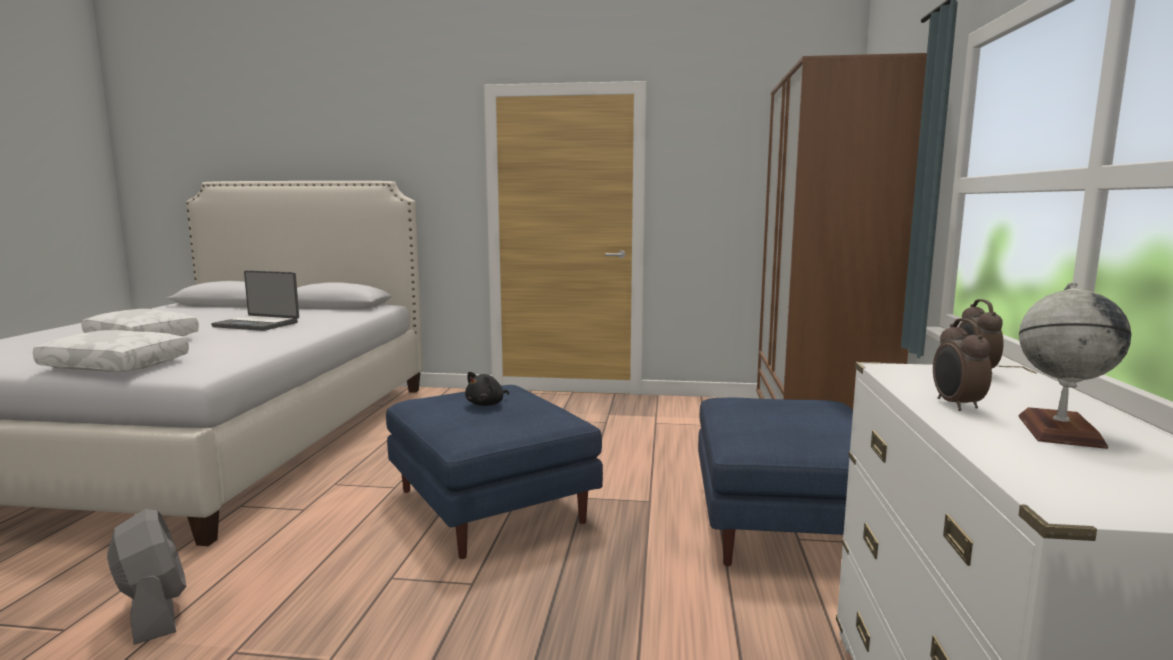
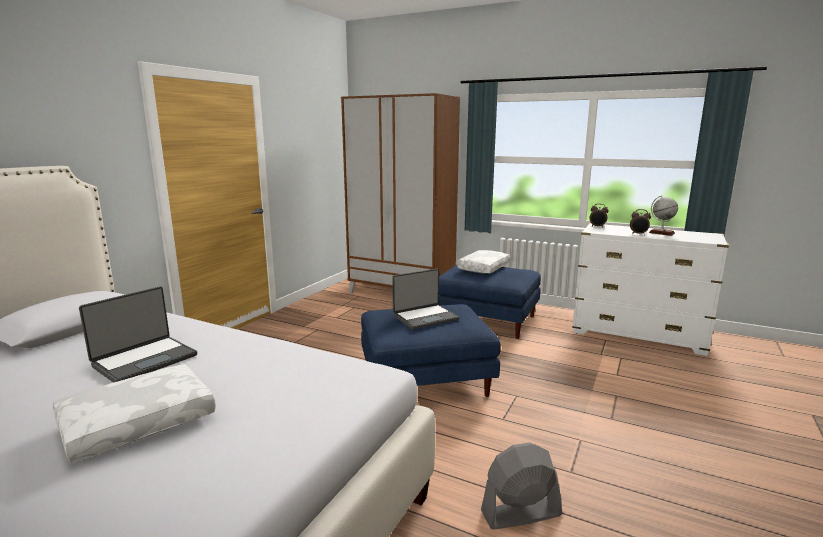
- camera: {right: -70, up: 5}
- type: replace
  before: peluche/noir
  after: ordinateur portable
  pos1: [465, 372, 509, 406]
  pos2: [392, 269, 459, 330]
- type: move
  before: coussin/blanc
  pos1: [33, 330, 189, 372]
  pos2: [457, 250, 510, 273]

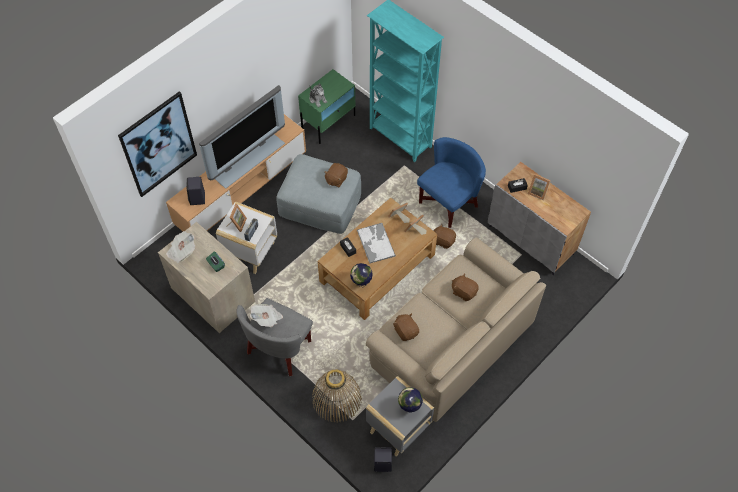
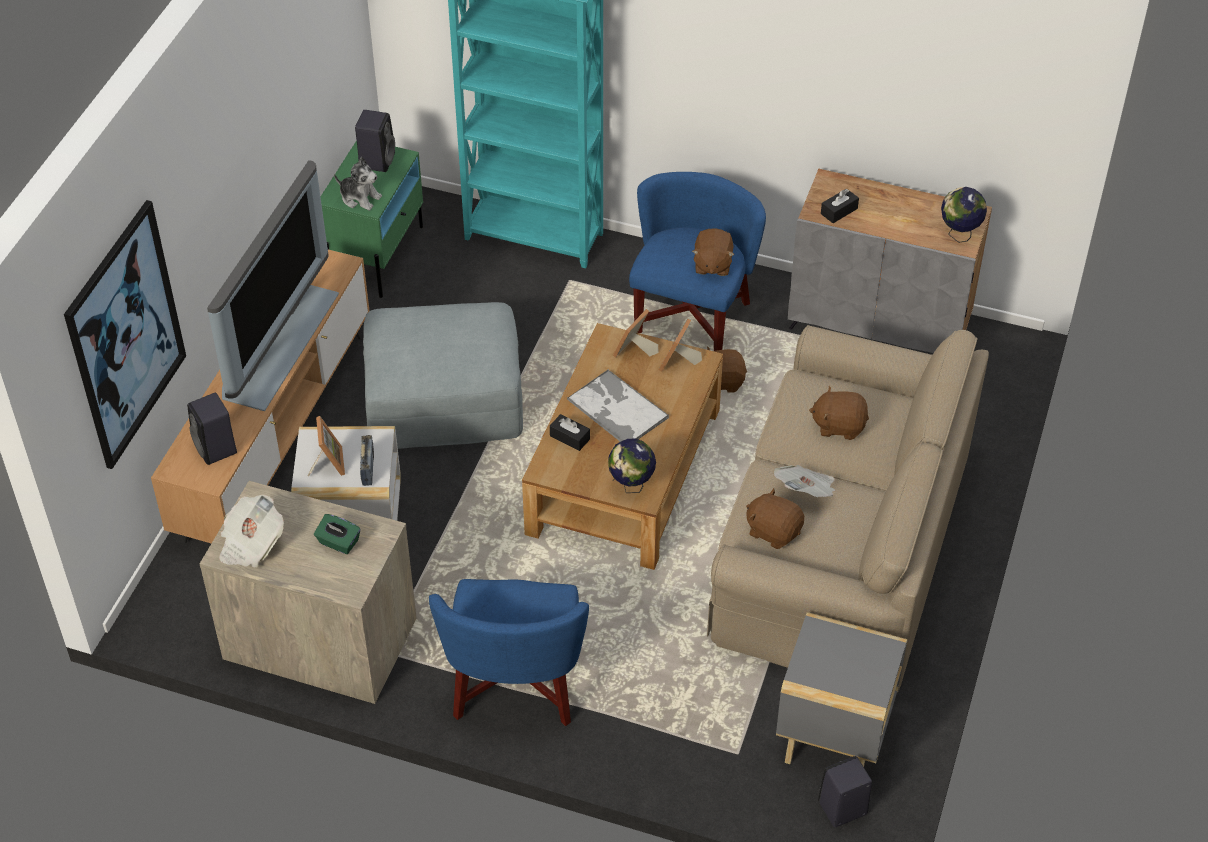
- camera: {right: -25, up: -10}
- type: insert
  after: enceinte/noir
  pos2: [355, 110, 395, 172]
- type: recolor
  before: fauteuil/gris
  after: fauteuil/bleu
  pos1: [236, 298, 313, 376]
  pos2: [429, 579, 589, 726]
- type: move
  before: peluche/marron
  pos1: [324, 163, 348, 187]
  pos2: [692, 228, 734, 276]
- type: move
  before: journal
  pos1: [250, 304, 283, 327]
  pos2: [774, 465, 835, 497]
- type: move
  before: globe
  pos1: [398, 387, 423, 413]
  pos2: [941, 187, 987, 243]
- type: delete
  before: panier
  pos1: [312, 369, 362, 423]
- type: delete
  before: cadre photo
  pos1: [528, 174, 551, 200]

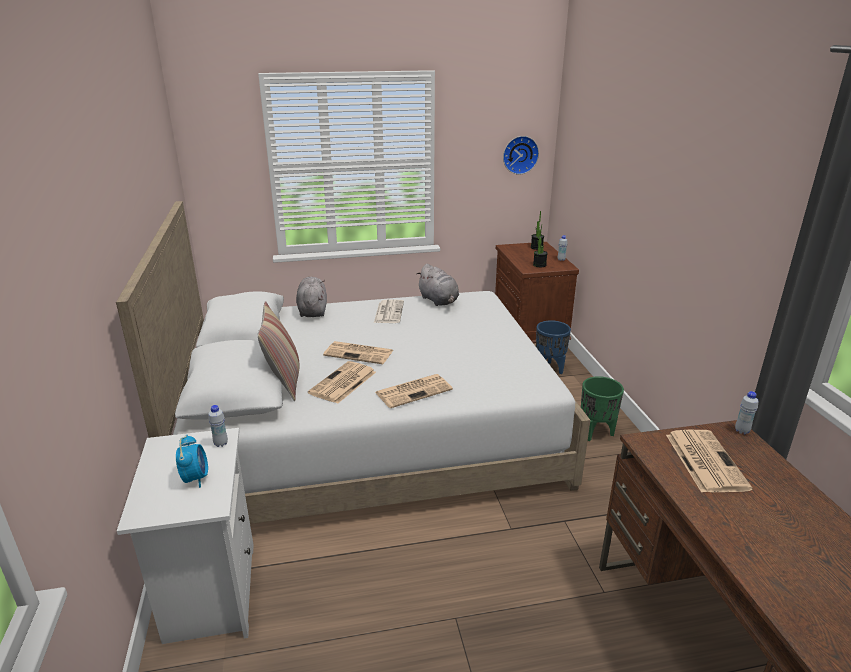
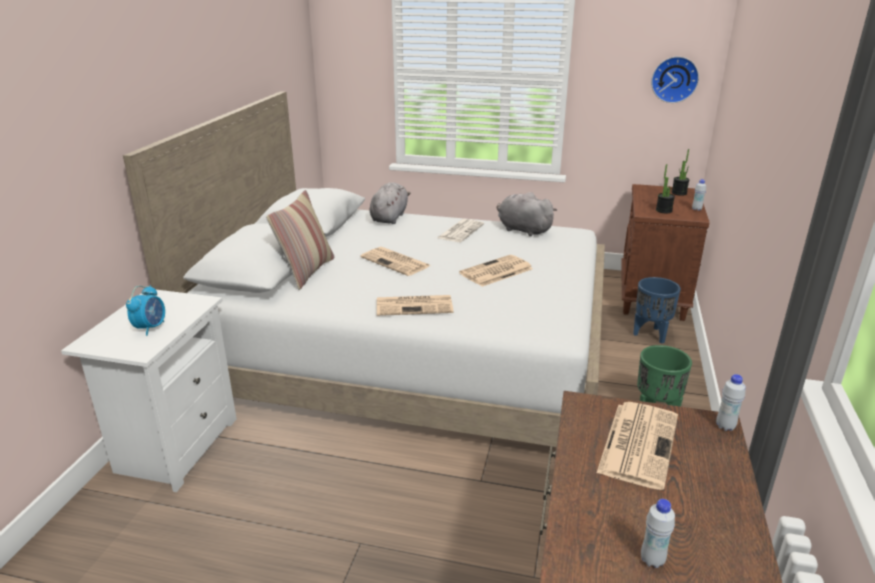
- camera: {right: 25, up: 0}
- type: move
  before: journal
  pos1: [308, 361, 376, 404]
  pos2: [459, 255, 533, 287]
- type: rotate
  before: peluche/gris
  pos1: [417, 264, 459, 306]
  pos2: [497, 192, 557, 236]
  turn: 135
- type: move
  before: bouteille/blanc
  pos1: [208, 405, 228, 447]
  pos2: [641, 499, 675, 568]

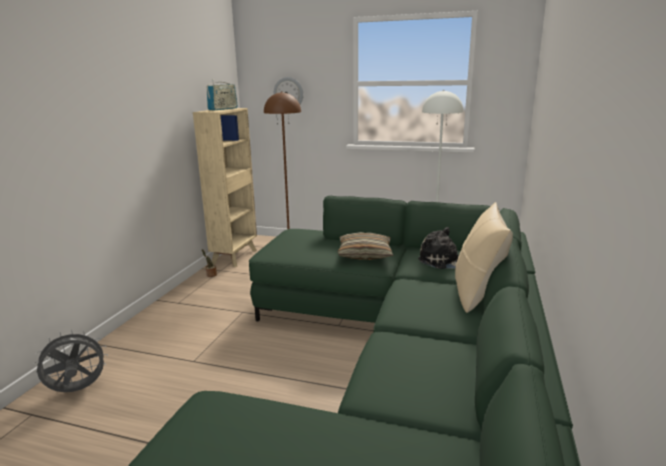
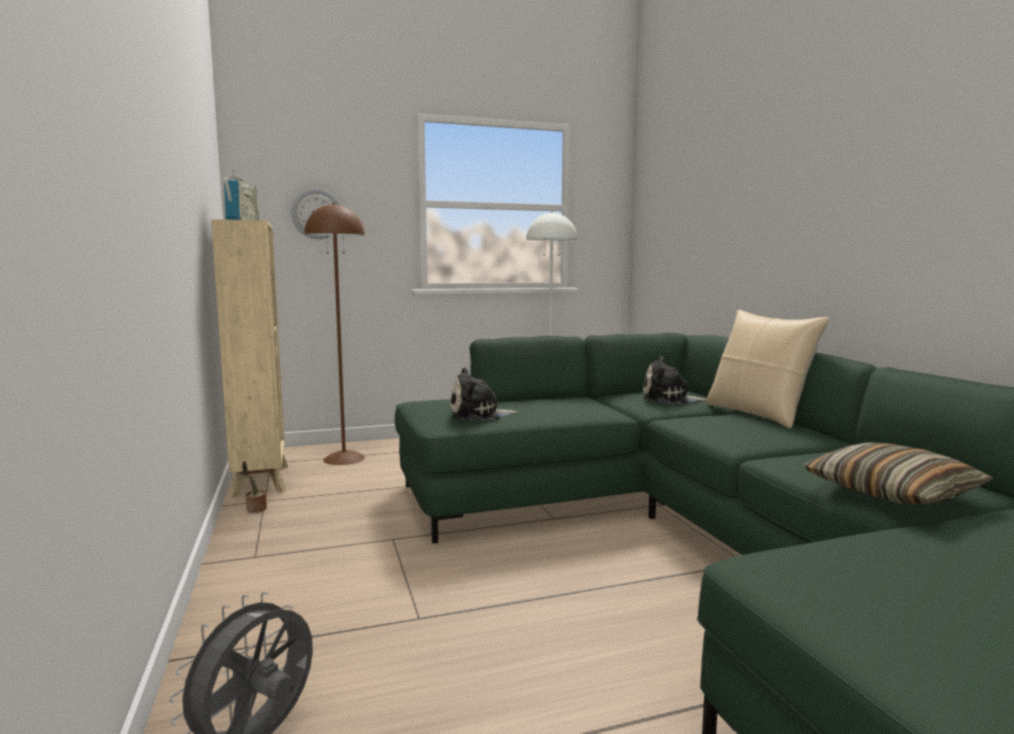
- camera: {right: -35, up: -10}
- type: insert
  after: peluche
  pos2: [450, 367, 518, 421]
- type: move
  before: coussin
  pos1: [338, 232, 394, 260]
  pos2: [804, 443, 994, 505]

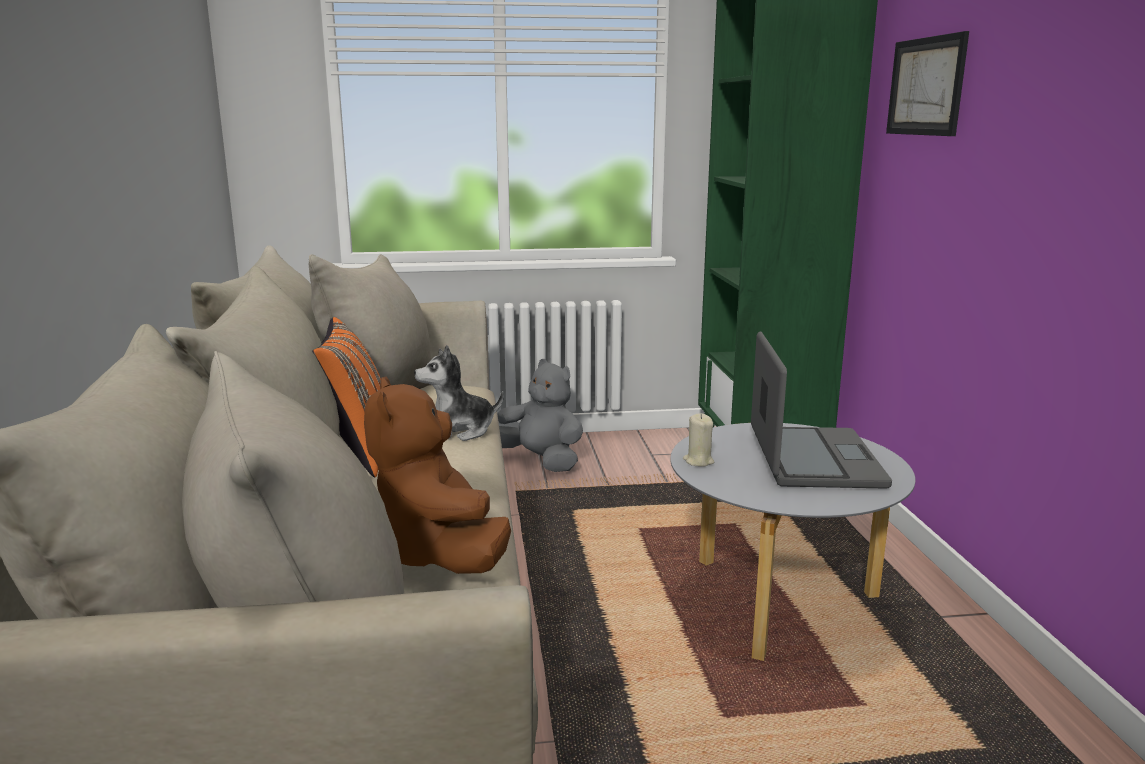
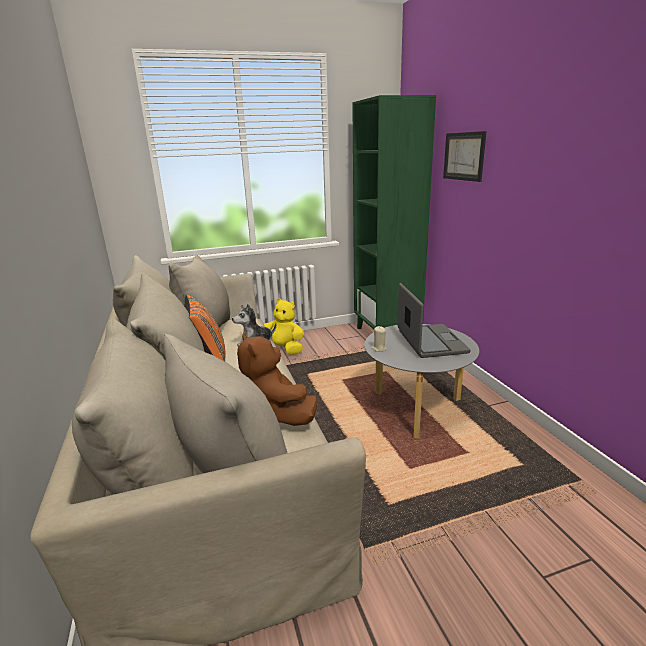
- camera: {right: -10, up: 5}
- type: recolor
  before: peluche/gris
  after: peluche/jaune
  pos1: [497, 359, 583, 472]
  pos2: [264, 298, 304, 355]

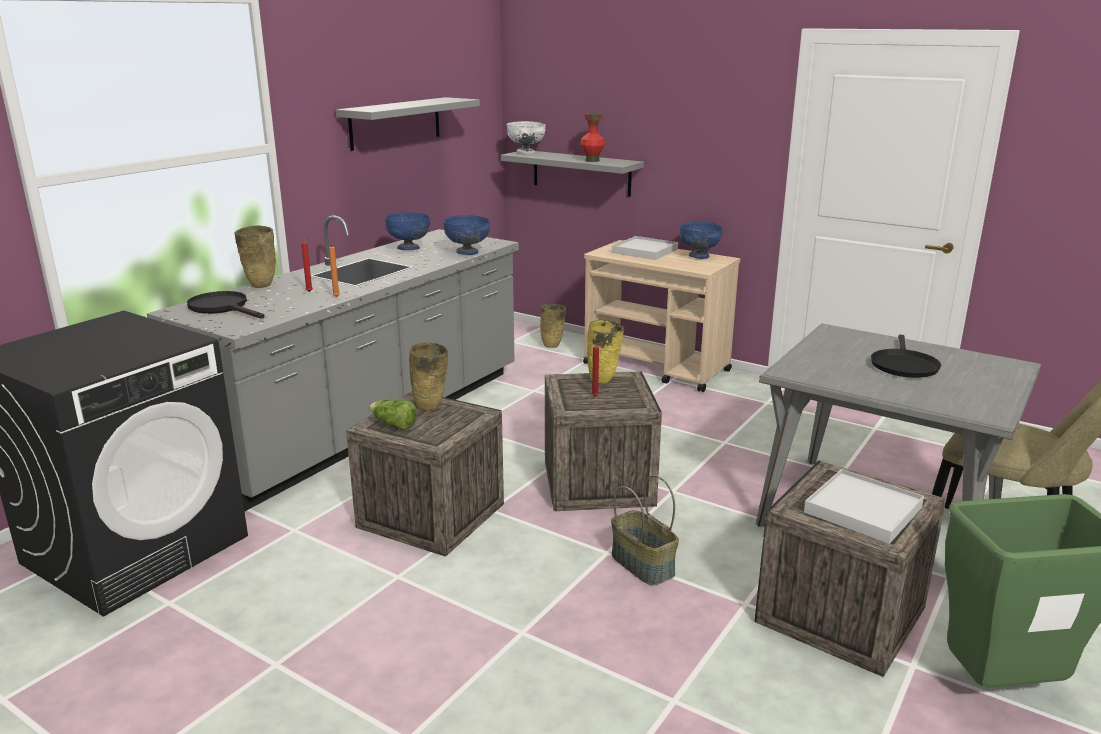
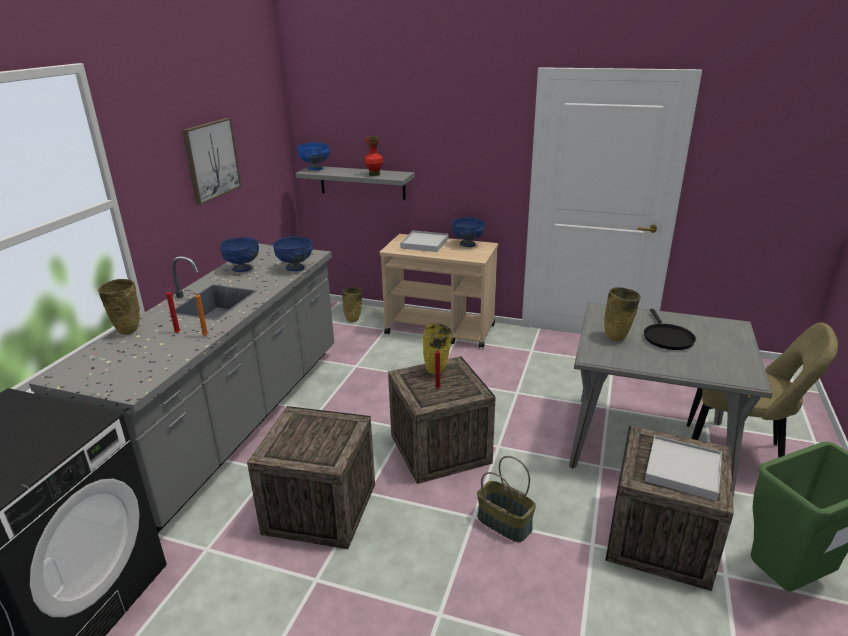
- camera: {right: -15, up: 5}
- type: replace
  before: étagère/gris
  after: tableau
  pos1: [336, 97, 480, 151]
  pos2: [182, 118, 242, 205]
- type: recolor
  before: bol/blanc
  after: bol/bleu
  pos1: [507, 121, 546, 154]
  pos2: [297, 143, 329, 170]
- type: move
  before: vase/beige
  pos1: [409, 342, 448, 411]
  pos2: [604, 287, 641, 341]
- type: delete
  before: poêle/noir
  pos1: [187, 291, 265, 319]
- type: delete
  before: laitue
  pos1: [369, 399, 417, 430]

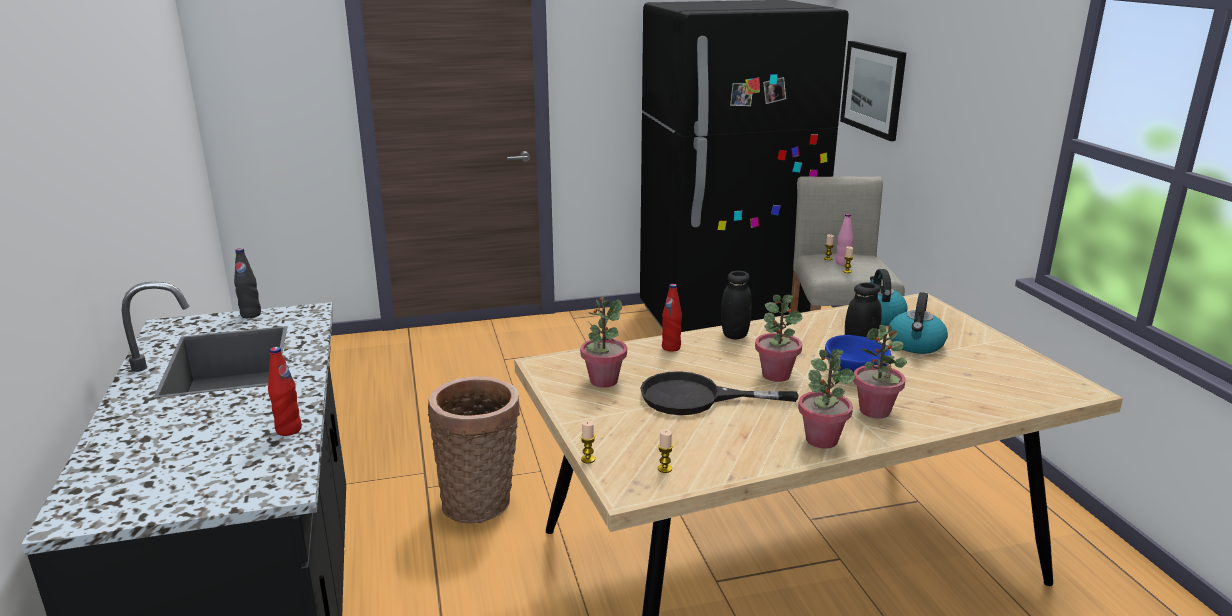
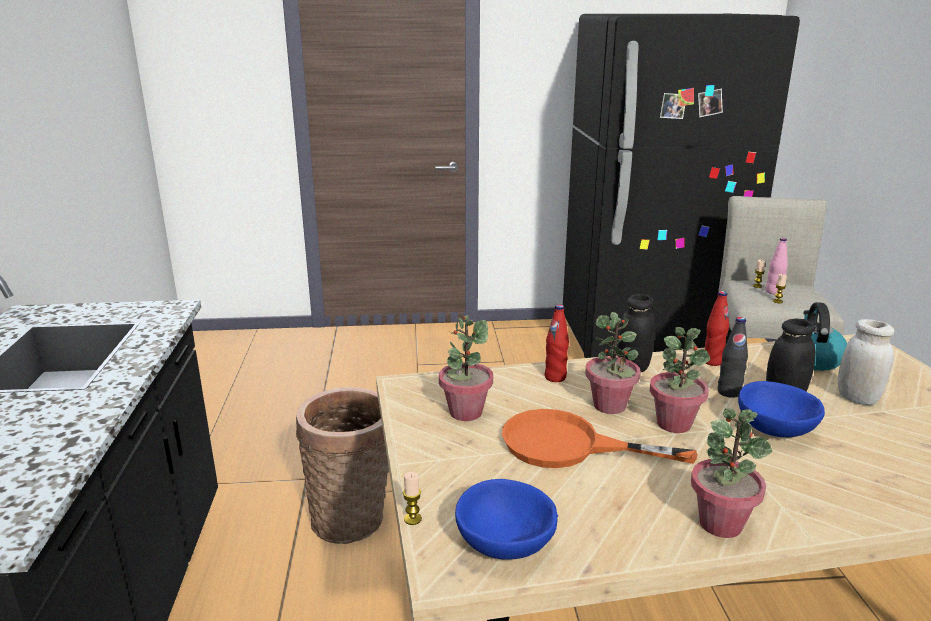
- camera: {right: 10, up: 0}
- type: replace
  before: bougie
  after: bol/bleu
  pos1: [658, 429, 673, 473]
  pos2: [455, 479, 558, 560]
- type: recolor
  before: poêle/noir
  after: poêle/orange
  pos1: [640, 371, 798, 415]
  pos2: [502, 409, 698, 468]
- type: move
  before: plante en pot
  pos1: [853, 325, 907, 419]
  pos2: [585, 312, 641, 414]
- type: move
  before: bouteille/rouge
  pos1: [268, 347, 302, 436]
  pos2: [704, 291, 729, 366]
- type: move
  before: bouteille/noir
  pos1: [234, 248, 261, 318]
  pos2: [718, 317, 748, 398]
- type: replace
  before: bouilloire
  after: bocal/blanc
  pos1: [888, 292, 948, 354]
  pos2: [838, 319, 894, 405]
- type: delete
  before: tableau
  pos1: [840, 41, 906, 141]

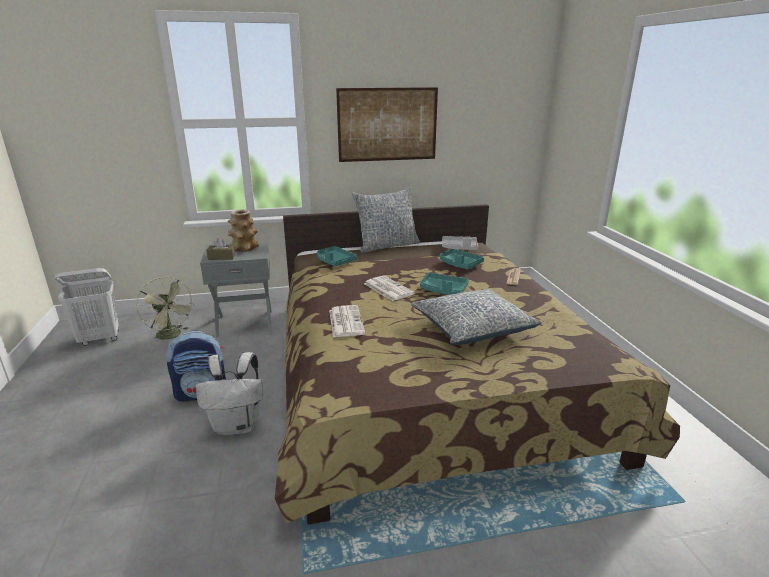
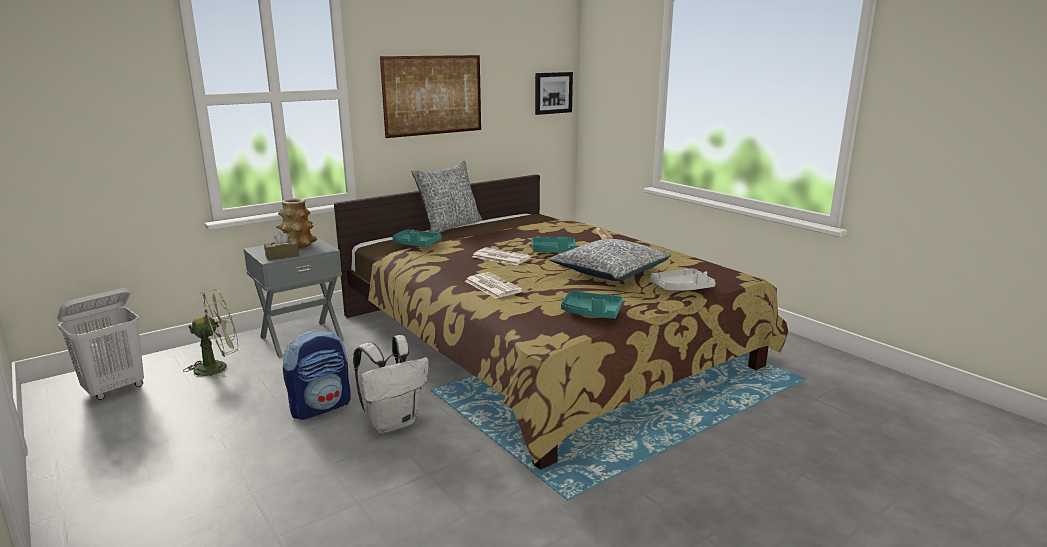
- camera: {right: -25, up: -5}
- type: rotate
  before: ventilateur/vert
  pos1: [136, 277, 194, 345]
  pos2: [183, 289, 238, 378]
  turn: -45
- type: insert
  after: tableau
  pos2: [535, 72, 573, 115]
- type: move
  before: plateau/turquoise
  pos1: [440, 249, 484, 270]
  pos2: [561, 291, 623, 319]
- type: move
  before: plateau/gris
  pos1: [442, 236, 478, 250]
  pos2: [650, 269, 716, 291]

